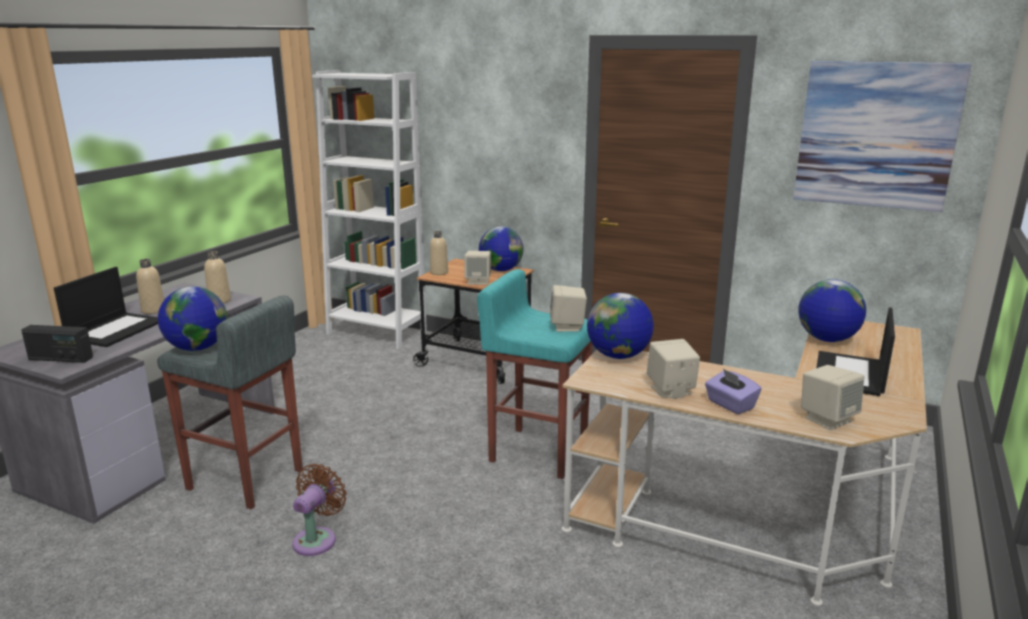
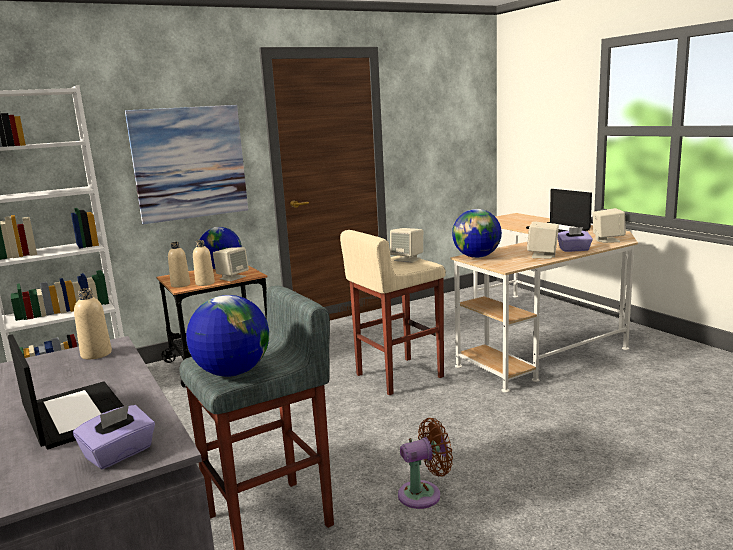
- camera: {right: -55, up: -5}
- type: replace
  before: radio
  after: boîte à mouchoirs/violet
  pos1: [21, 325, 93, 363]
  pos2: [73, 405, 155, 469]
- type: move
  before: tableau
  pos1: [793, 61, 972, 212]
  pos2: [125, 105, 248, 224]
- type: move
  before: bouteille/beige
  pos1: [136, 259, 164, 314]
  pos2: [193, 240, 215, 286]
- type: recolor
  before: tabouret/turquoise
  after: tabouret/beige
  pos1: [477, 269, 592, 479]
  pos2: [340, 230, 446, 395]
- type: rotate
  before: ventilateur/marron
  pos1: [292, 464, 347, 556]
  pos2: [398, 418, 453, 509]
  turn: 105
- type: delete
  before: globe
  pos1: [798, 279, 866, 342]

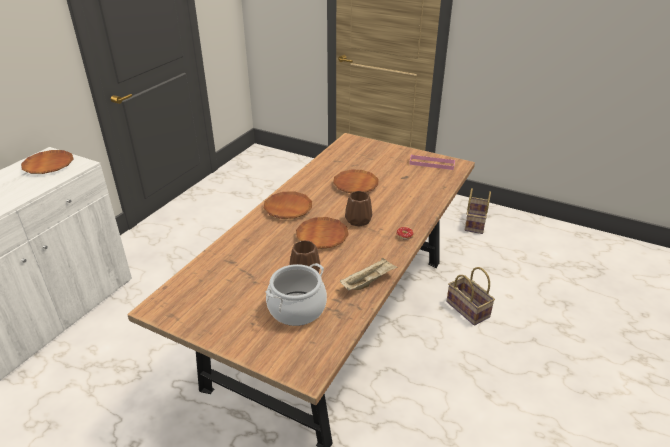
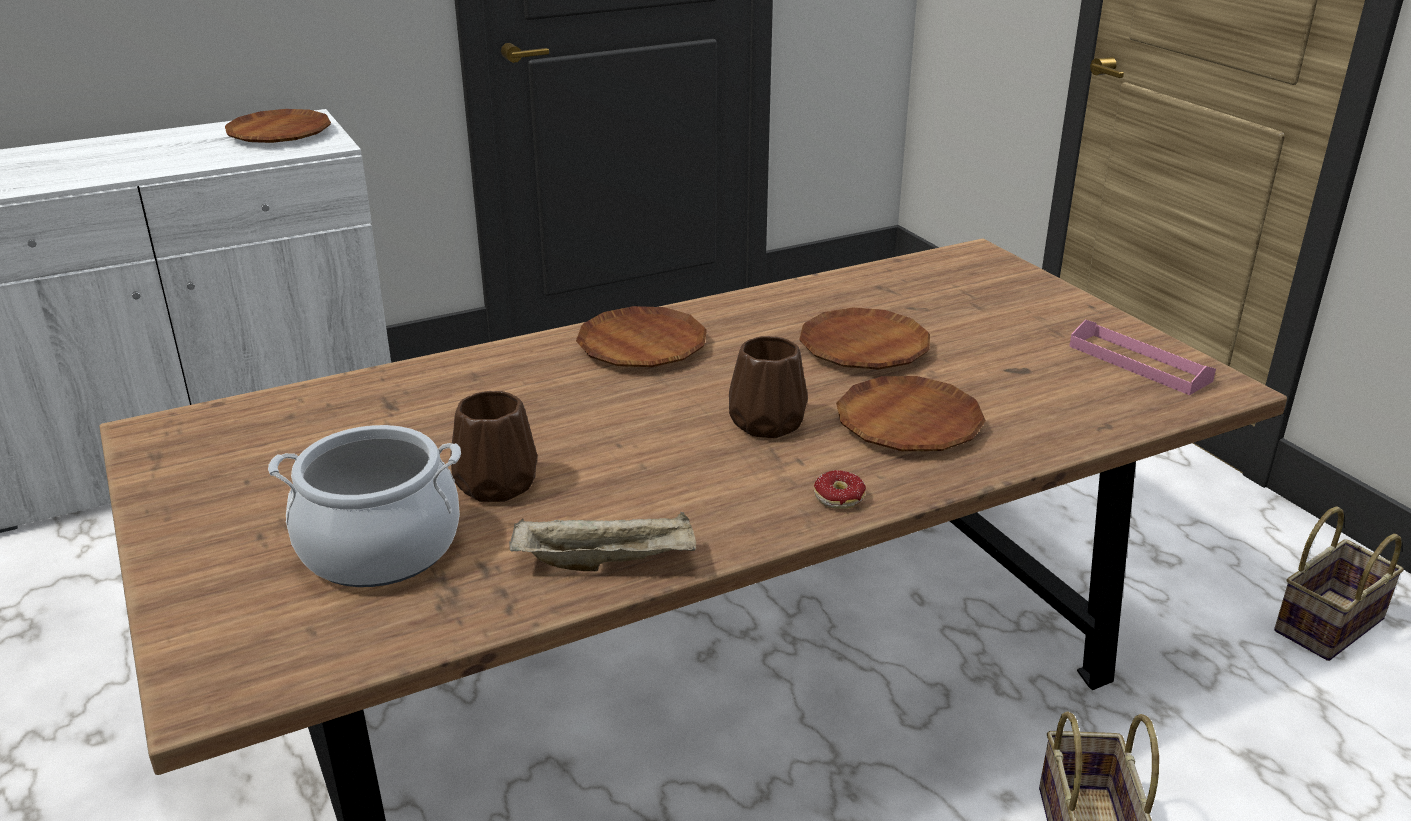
- camera: {right: 35, up: -5}
- type: move
  before: assiette/marron
  pos1: [296, 217, 349, 249]
  pos2: [836, 376, 986, 451]

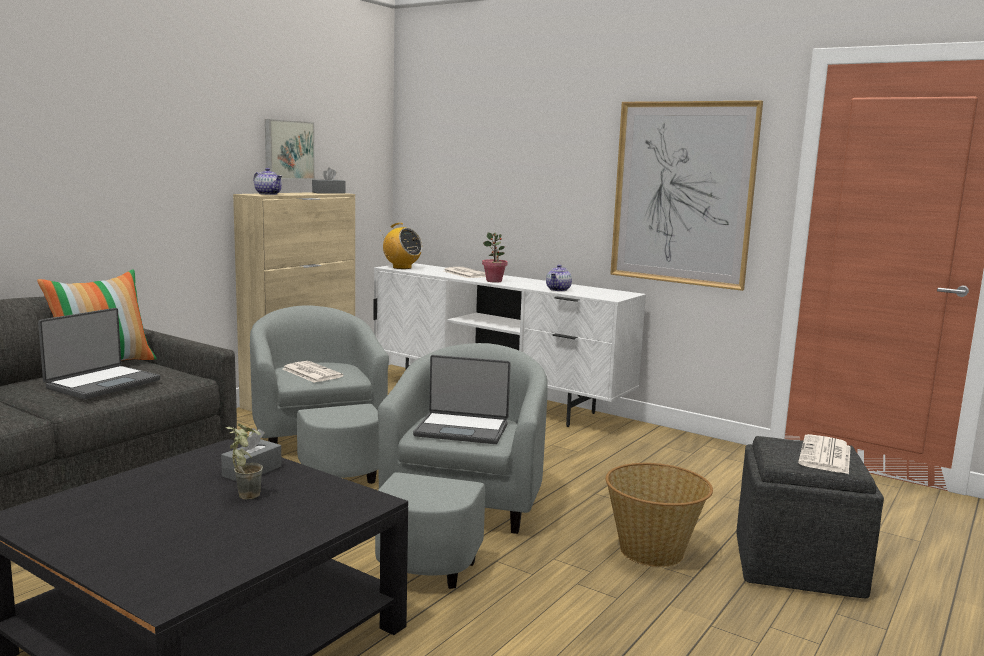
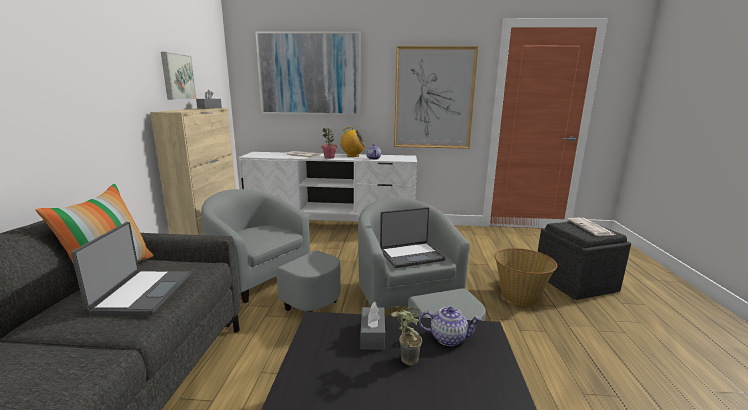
- camera: {right: -30, up: 5}
- type: insert
  after: tableau
  pos2: [255, 31, 361, 115]
- type: move
  before: radio
  pos1: [380, 223, 422, 269]
  pos2: [340, 127, 365, 157]
- type: move
  before: théière
  pos1: [254, 168, 282, 195]
  pos2: [419, 307, 482, 346]
- type: delete
  before: journal
  pos1: [283, 361, 343, 383]

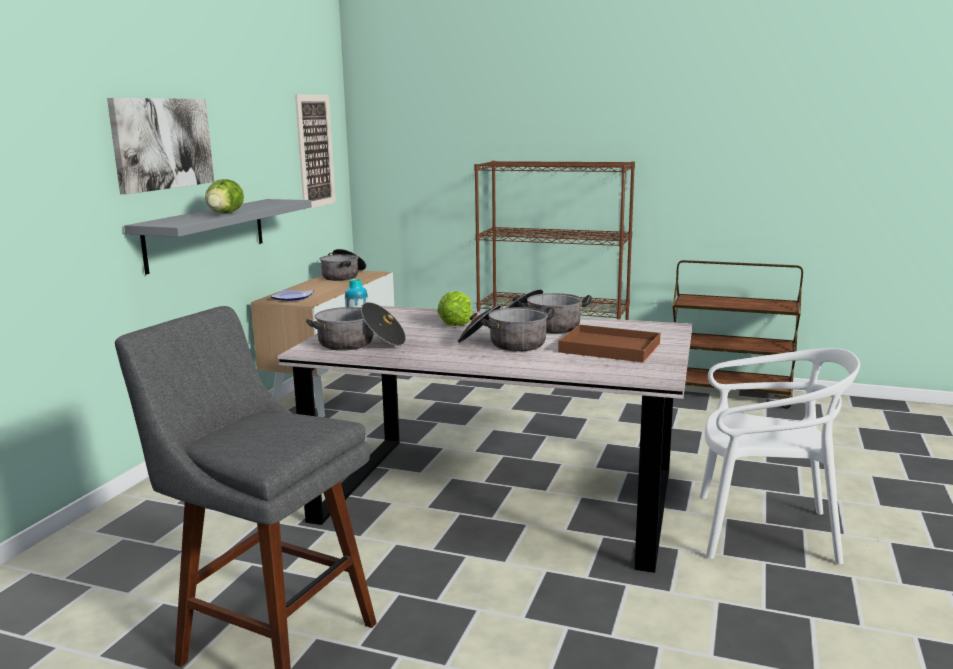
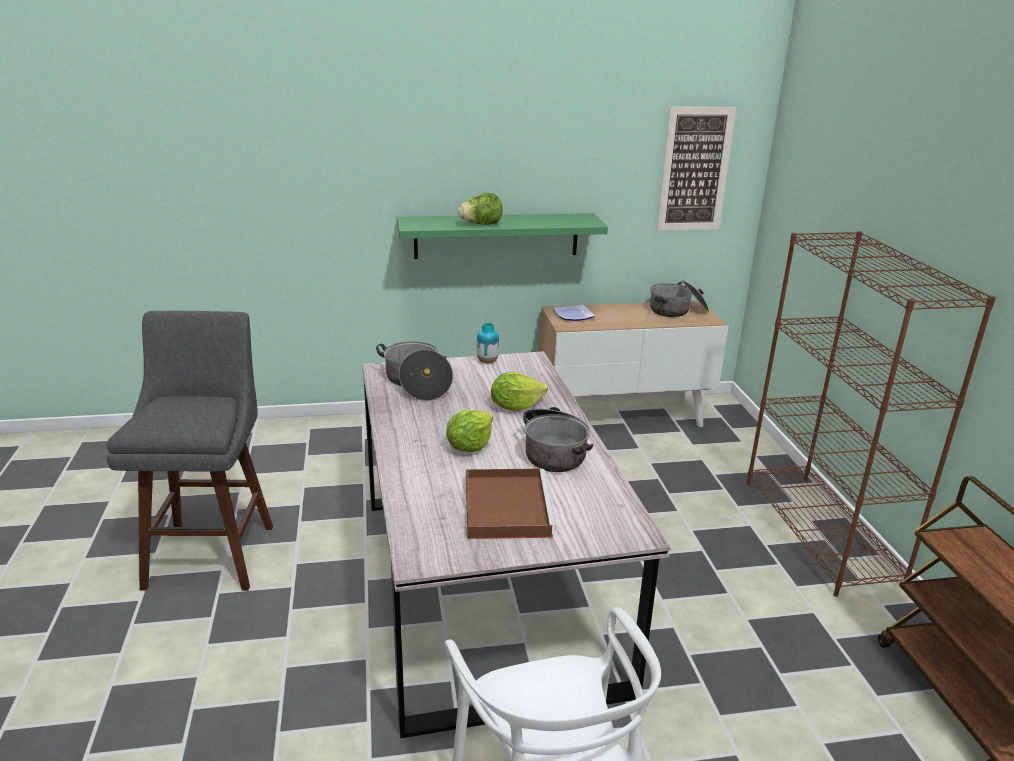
- camera: {right: 60, up: 10}
- type: recolor
  before: étagère/gris
  after: étagère/vert
  pos1: [124, 199, 312, 274]
  pos2: [397, 213, 608, 259]
- type: replace
  before: marmite
  after: laitue
  pos1: [458, 305, 555, 352]
  pos2: [446, 410, 493, 452]
- type: delete
  before: tableau
  pos1: [107, 98, 214, 194]

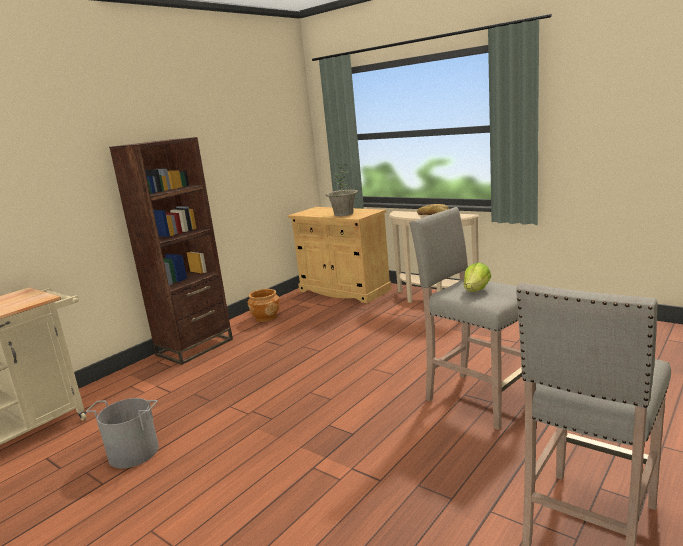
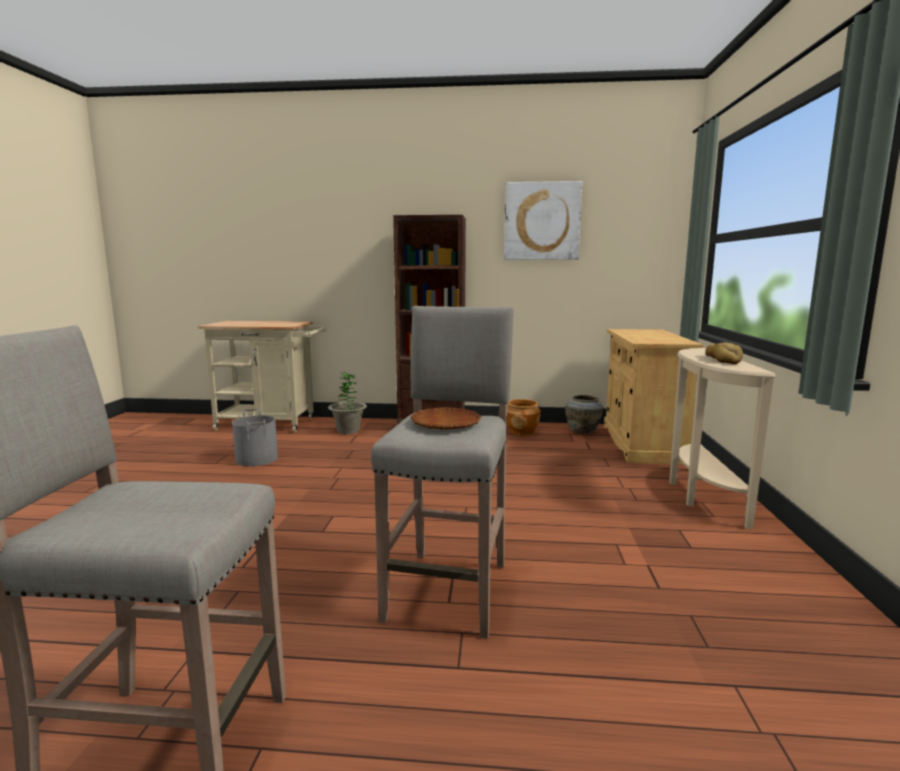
- camera: {right: 55, up: -5}
- type: move
  before: plante en pot
  pos1: [326, 164, 358, 216]
  pos2: [328, 372, 367, 434]
- type: replace
  before: laitue
  after: assiette/marron
  pos1: [464, 263, 491, 292]
  pos2: [410, 407, 481, 429]
- type: insert
  after: tableau
  pos2: [504, 181, 582, 260]
- type: insert
  after: vase/beige
  pos2: [565, 395, 603, 435]

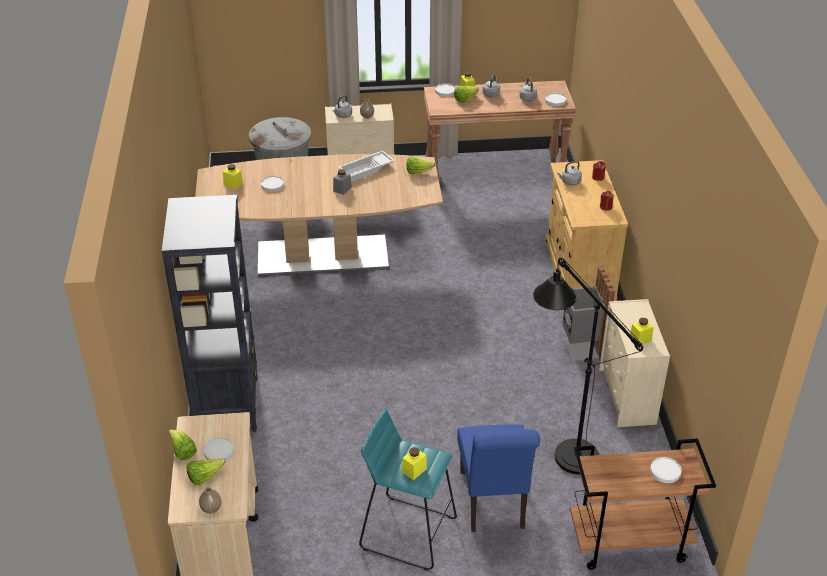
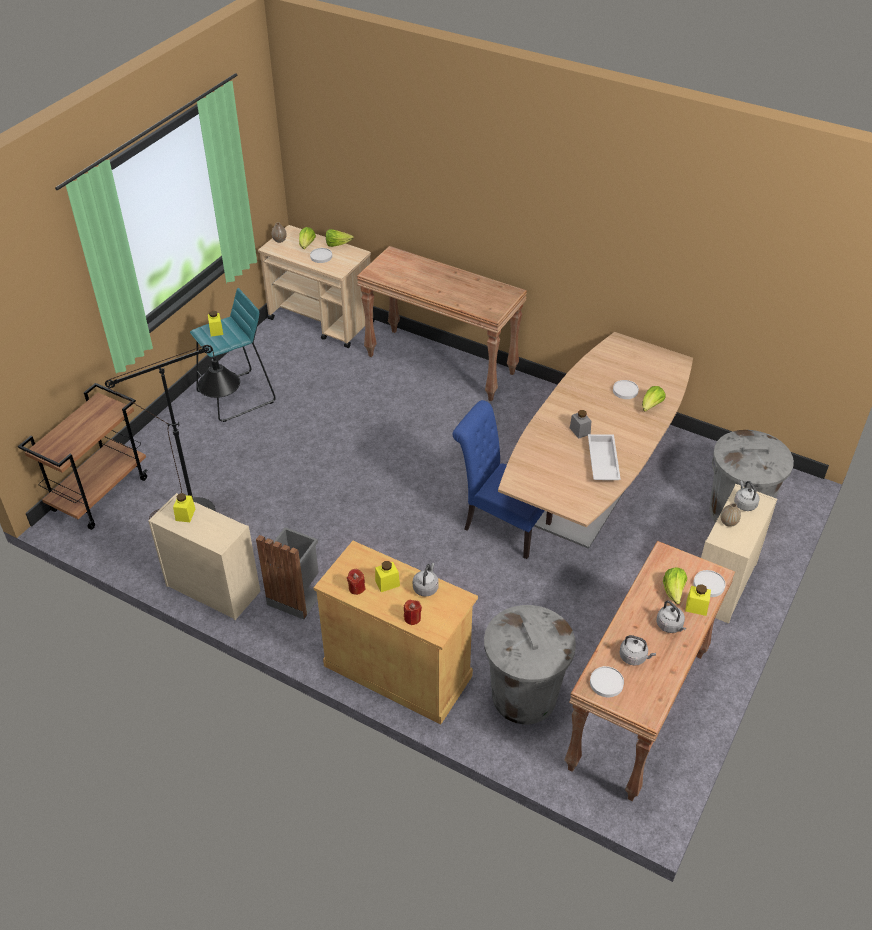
- camera: {right: 125, up: 5}
- type: replace
  before: bibliothèque/noir
  after: table console/marron
  pos1: [162, 195, 258, 432]
  pos2: [357, 246, 527, 402]
- type: move
  before: bocal/jaune
  pos1: [223, 164, 243, 189]
  pos2: [375, 561, 400, 592]
- type: move
  before: chaise/bleu
  pos1: [457, 424, 540, 532]
  pos2: [452, 400, 553, 559]
- type: insert
  after: poubelle/gris
  pos2: [484, 605, 576, 724]
- type: move
  before: laitue
  pos1: [407, 156, 435, 174]
  pos2: [642, 386, 666, 412]
- type: delete
  before: assiette/blanc
  pos1: [650, 457, 681, 483]

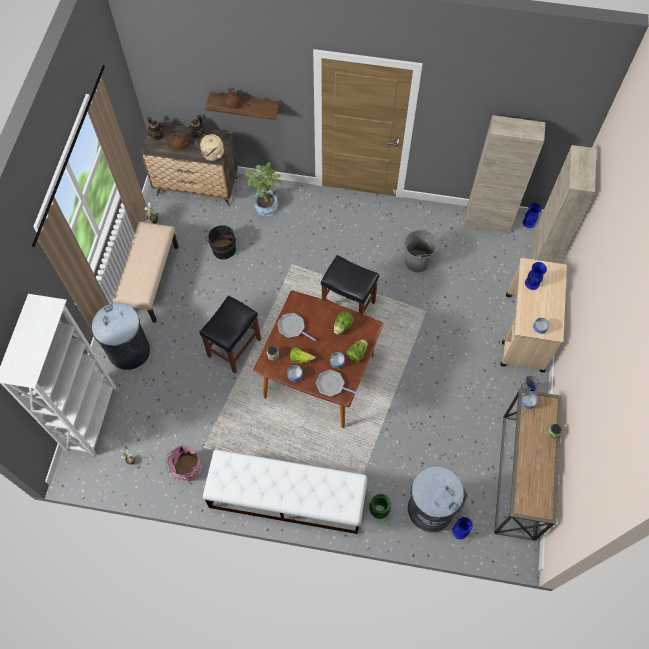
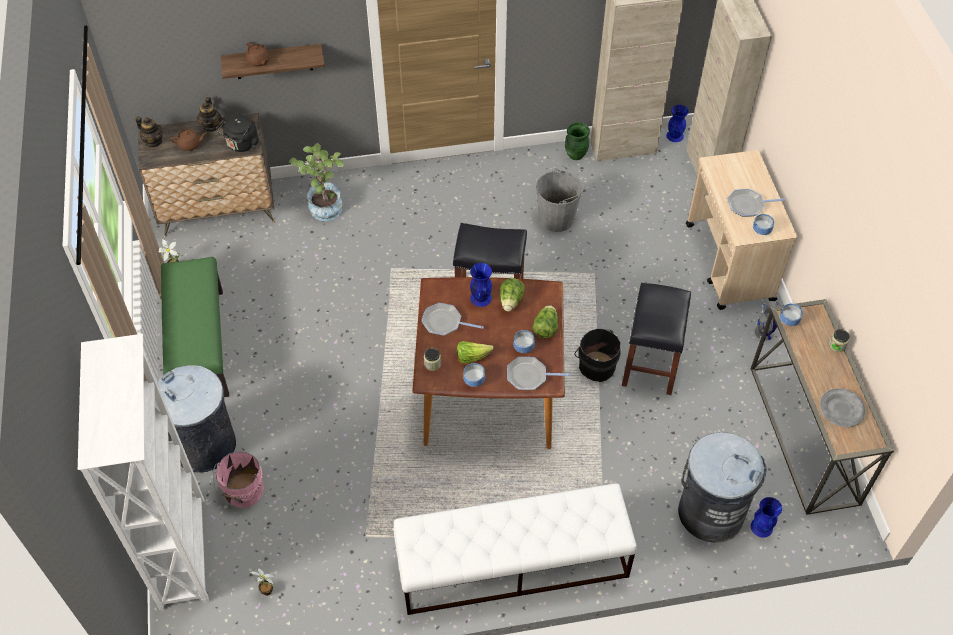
- camera: {right: -20, up: -10}
- type: recolor
  before: banc/beige
  after: banc/vert
  pos1: [113, 222, 179, 323]
  pos2: [161, 257, 229, 397]
- type: move
  before: seau/rose
  pos1: [166, 446, 201, 482]
  pos2: [213, 452, 264, 508]
- type: recolor
  before: bouilloire/beige
  after: bouilloire/noir
  pos1: [195, 134, 224, 161]
  pos2: [216, 114, 259, 152]
- type: move
  before: vase/bleu
  pos1: [525, 262, 547, 290]
  pos2: [470, 263, 492, 307]
- type: move
  before: vase/vert
  pos1: [369, 494, 391, 519]
  pos2: [565, 122, 590, 160]
- type: move
  before: seau/noir
  pos1: [206, 225, 236, 259]
  pos2: [575, 329, 621, 382]
- type: move
  before: tabouret/noir
  pos1: [199, 295, 261, 373]
  pos2: [622, 283, 691, 395]
- type: insert
  after: poêle
  pos2: [727, 189, 785, 217]
- type: insert
  after: assiette/gris
  pos2: [820, 388, 866, 427]

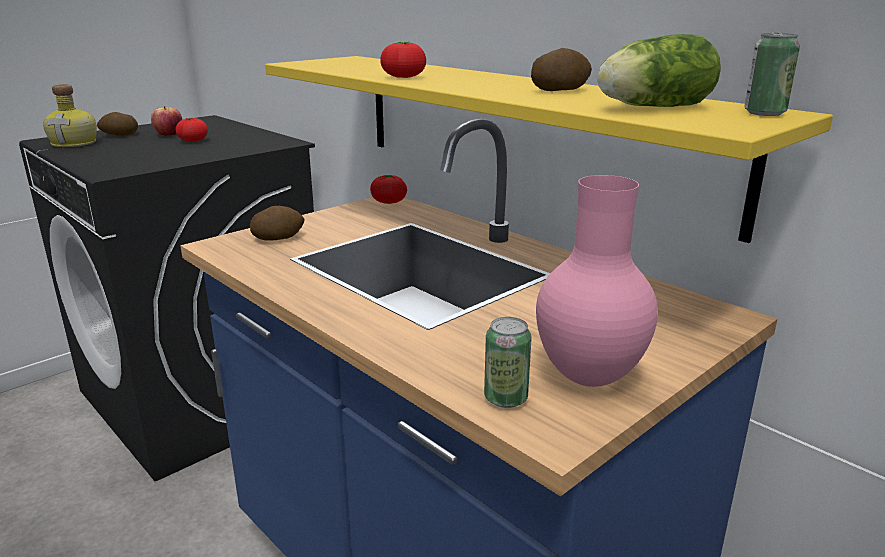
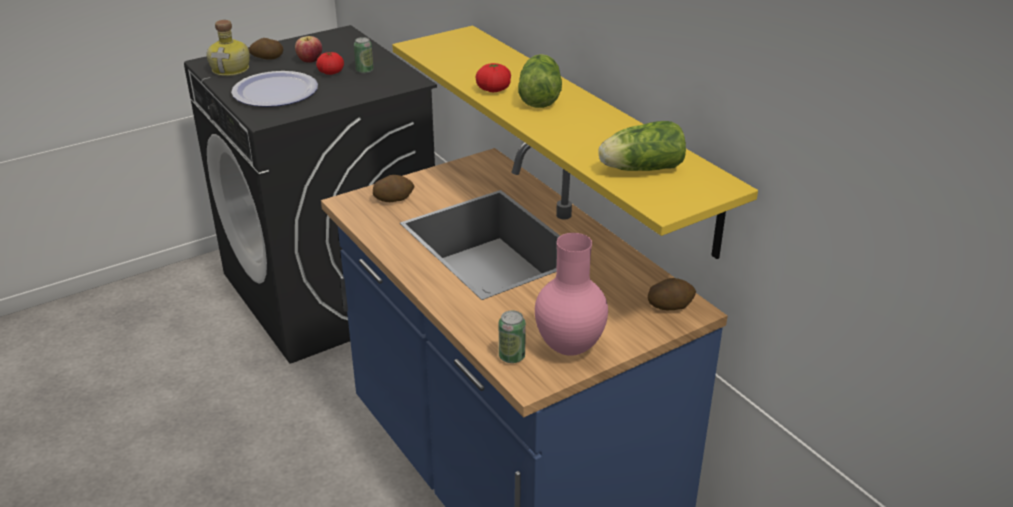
- camera: {right: 10, up: 10}
- type: insert
  after: assiette
  pos2: [231, 71, 318, 107]
- type: move
  before: boîte métallique
  pos1: [744, 32, 800, 116]
  pos2: [354, 37, 373, 74]
- type: insert
  after: laitue
  pos2: [518, 54, 562, 108]
- type: move
  before: pomme de terre
  pos1: [531, 48, 592, 91]
  pos2: [648, 278, 696, 311]
- type: delete
  before: tomate
  pos1: [370, 174, 407, 204]

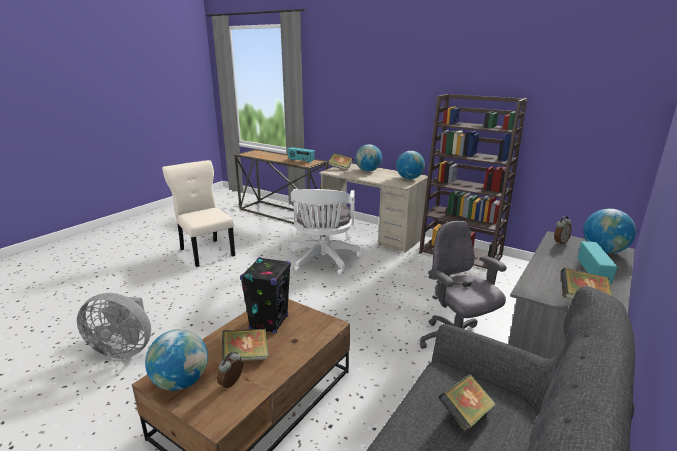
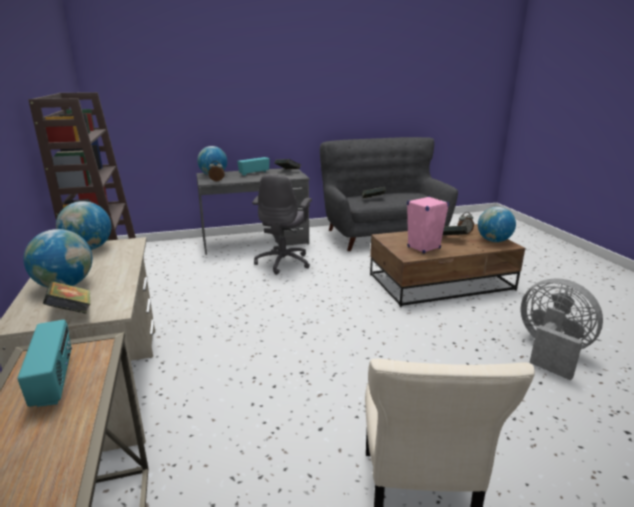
- camera: {right: -140, up: 0}
- type: recolor
  before: enceinte/noir
  after: enceinte/rose
  pos1: [240, 257, 291, 334]
  pos2: [407, 196, 449, 254]
- type: delete
  before: chaise de bureau/blanc
  pos1: [290, 189, 361, 275]

